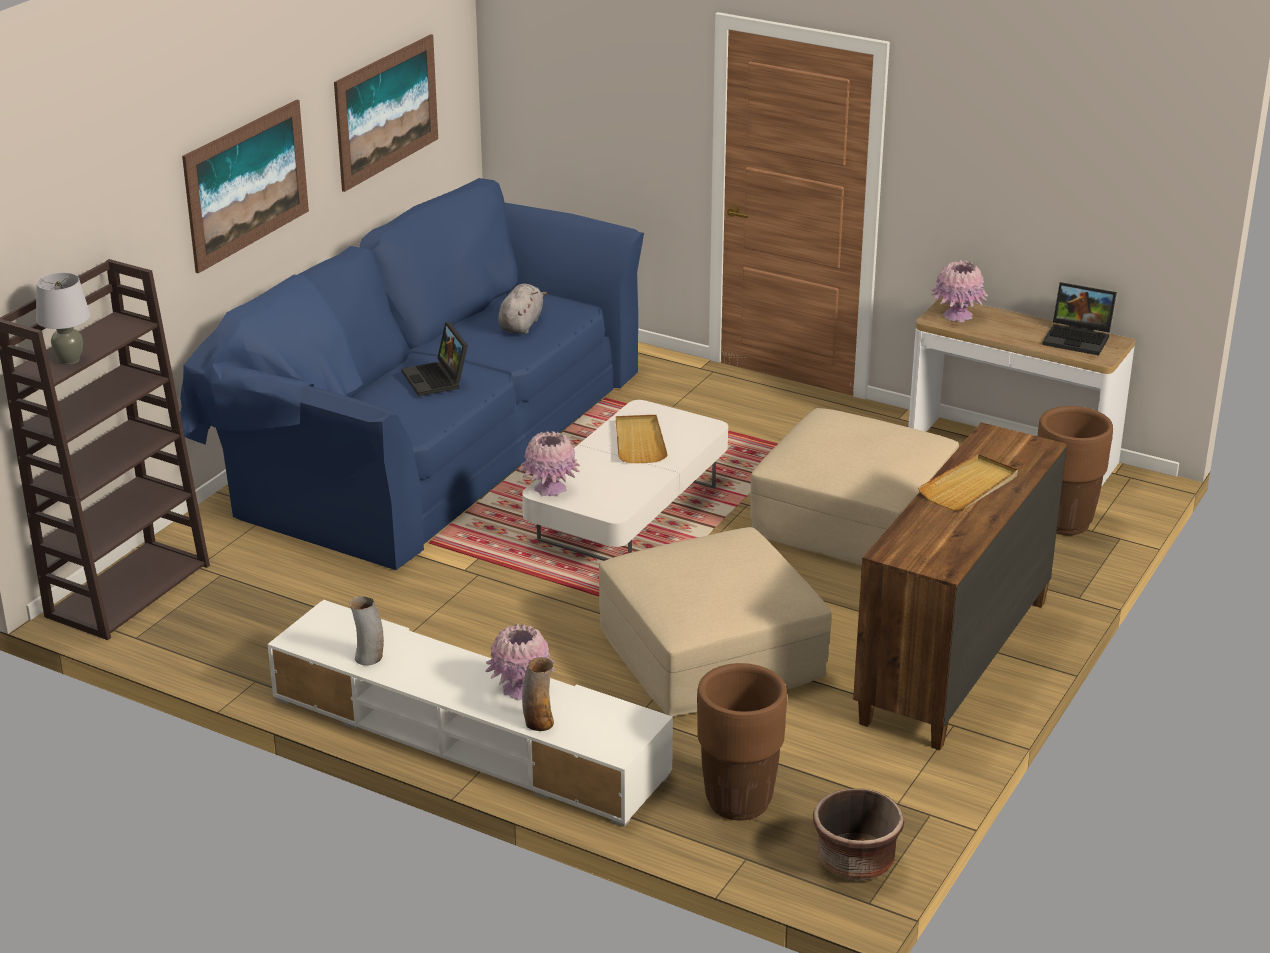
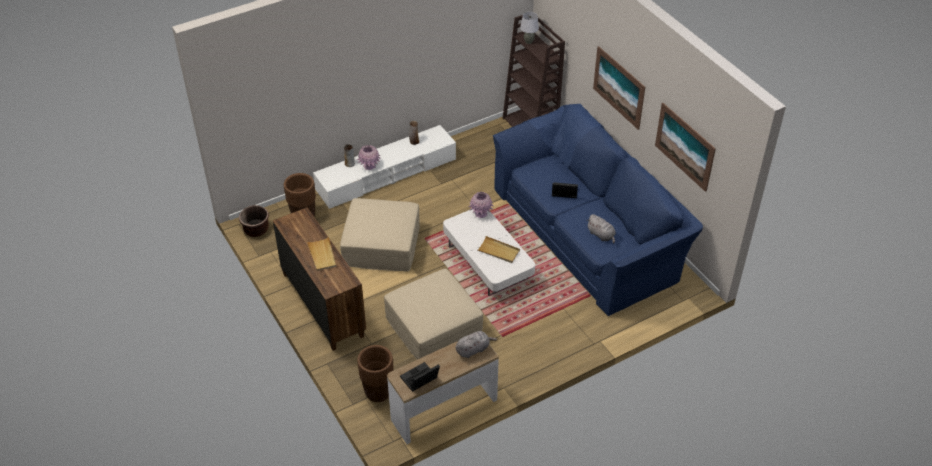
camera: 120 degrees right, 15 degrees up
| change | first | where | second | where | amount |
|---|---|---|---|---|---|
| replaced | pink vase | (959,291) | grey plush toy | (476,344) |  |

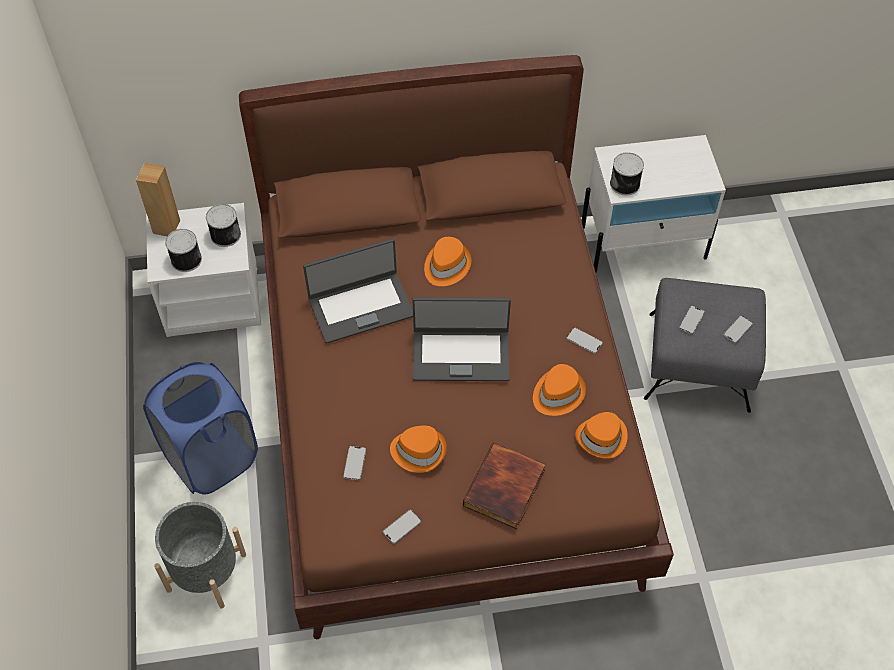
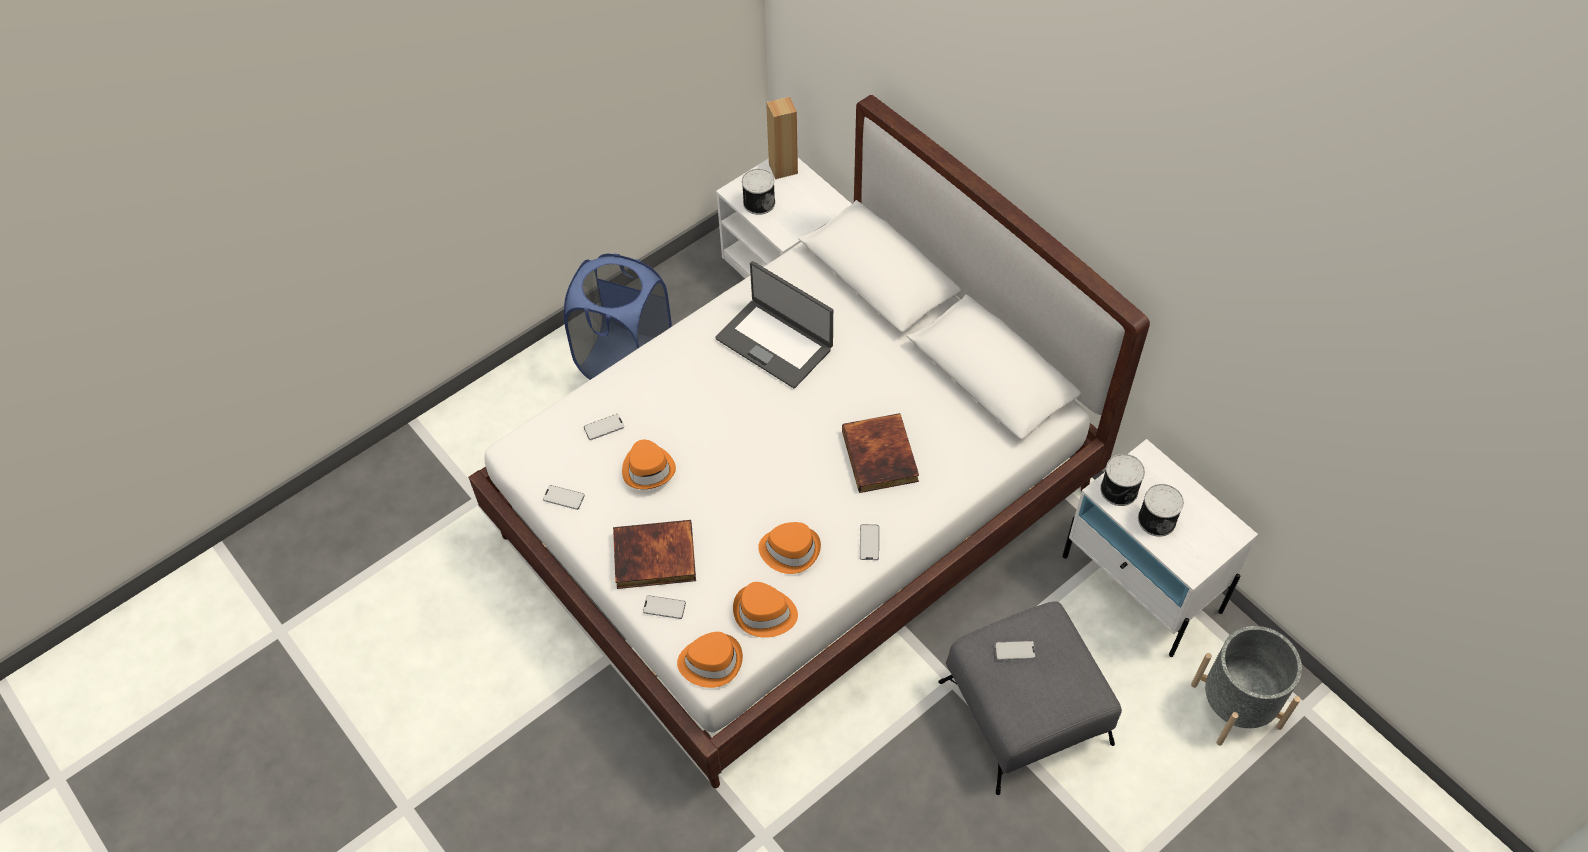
camera: 60 degrees right, 0 degrees up
| change | first | where | second | where | amount |
|---|---|---|---|---|---|
| removed | laptop | (462,339) |  |  |  |
| added |  |  | book | (880,453) |  |
| moved | grey planter | (200,555) |  | (1246,685) |  |
| moved | can | (223,225) |  | (1161,510) |  |
| moved | orange hat | (448,261) |  | (710,660) |  |
| moved | phone | (738,329) |  | (664,607) |  |
| recoloured | brown bed | (456,347) | white bed | (809,441) |  |

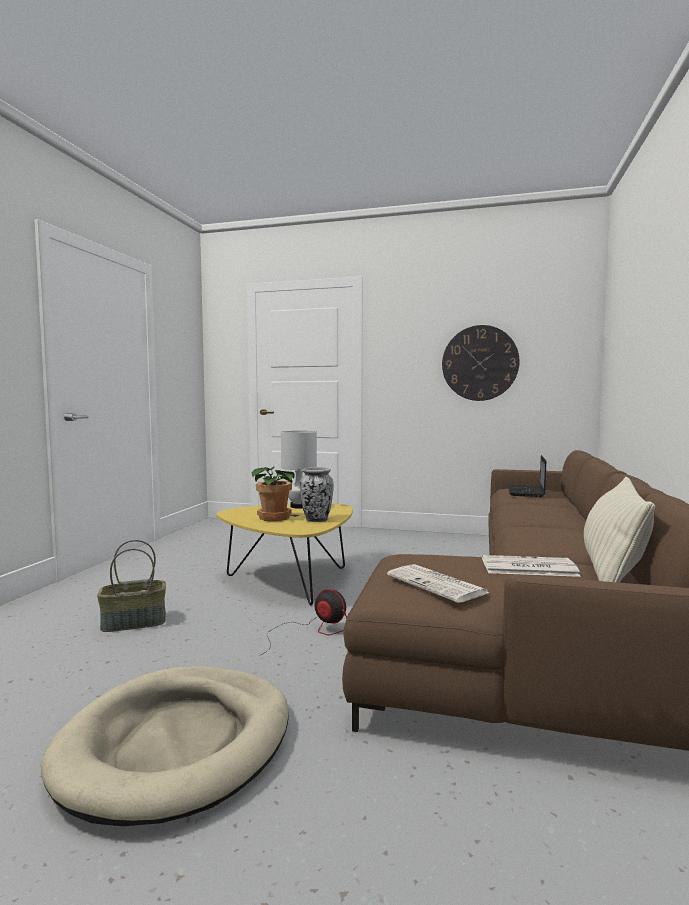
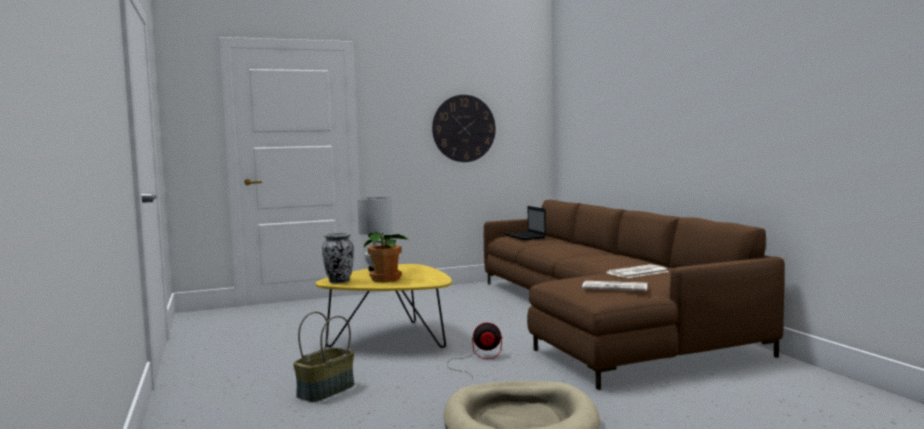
camera: 35 degrees left, 0 degrees up
| change | first | where | second | where | amount |
|---|---|---|---|---|---|
| removed | beige pillow | (619,530) |  |  |  |
| moved | vase | (317,494) |  | (338,257) |  |

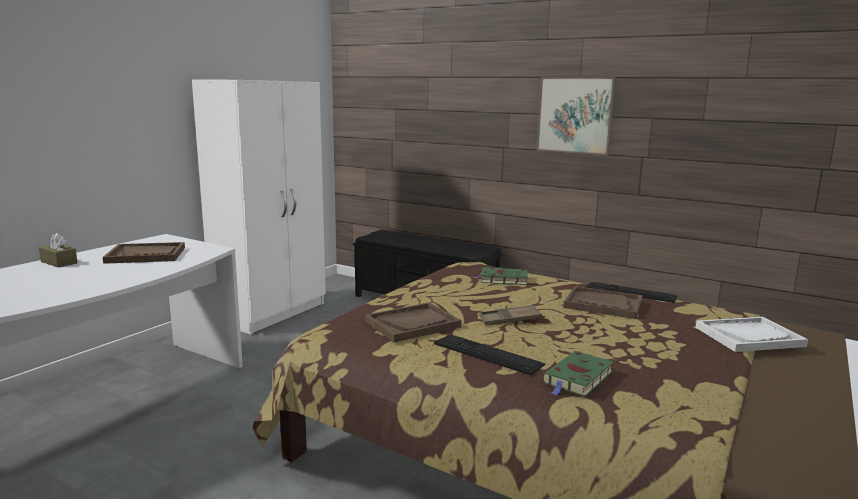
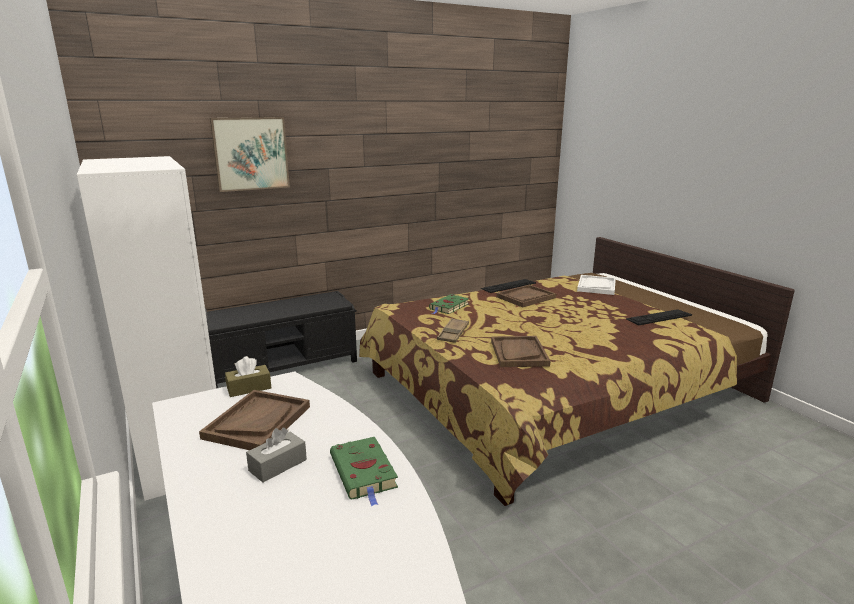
camera: 60 degrees left, 5 degrees up
| change | first | where | second | where | amount |
|---|---|---|---|---|---|
| added |  |  | grey tissue box | (276,454) |  |
| moved | brown tissue box | (58,250) |  | (248,376) |  |
| moved | keyboard | (490,355) |  | (659,317) |  |
| moved | brown tray | (510,315) |  | (453,330) |  |
| moved | picture | (577,116) |  | (250,154) |  |
| moved | green book | (578,374) |  | (364,471) |  |

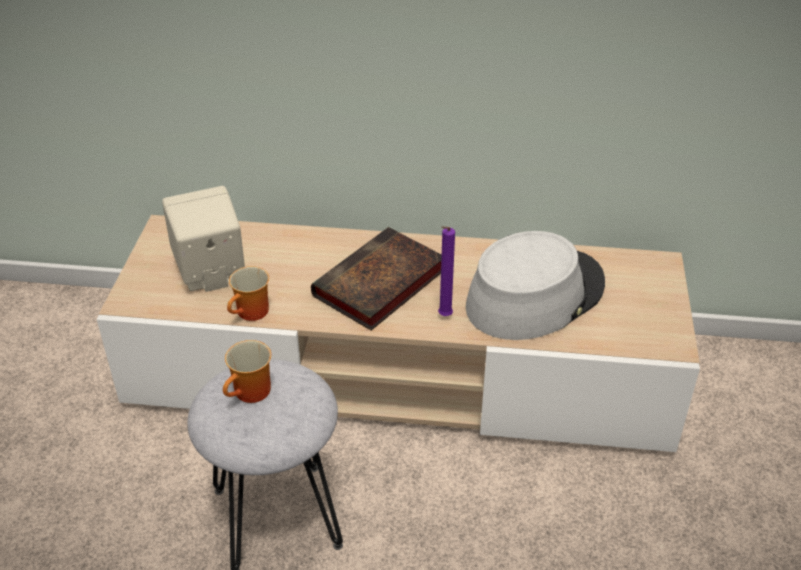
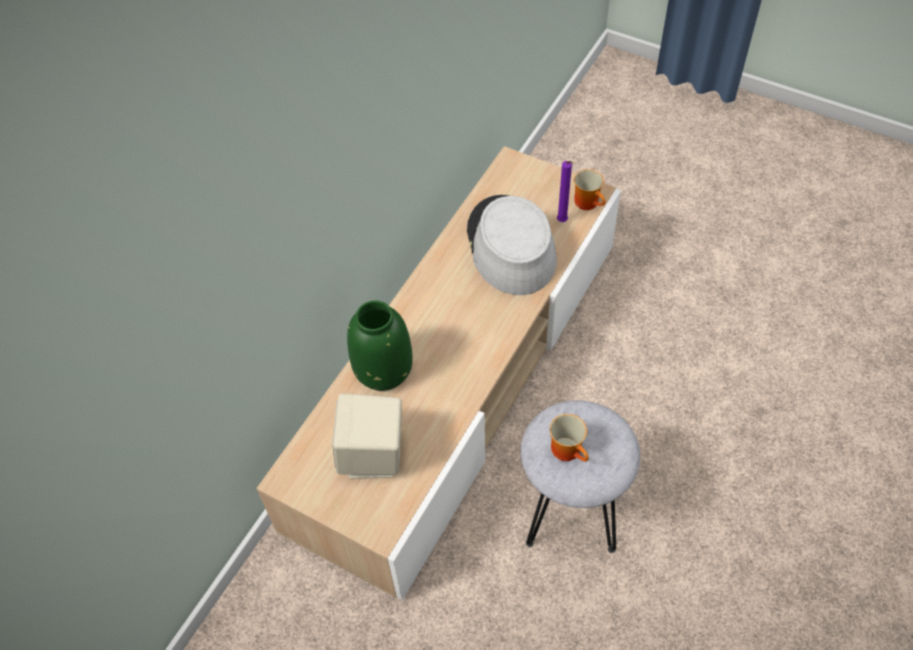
camera: 65 degrees left, 15 degrees up
| change | first | where | second | where | amount |
|---|---|---|---|---|---|
| removed | book | (376,278) |  |  |  |
| added |  |  | green vase | (380,346) |  |
| moved | mug | (248,293) |  | (590,189) |  |
| moved | purple candle | (446,271) |  | (565,191) |  |

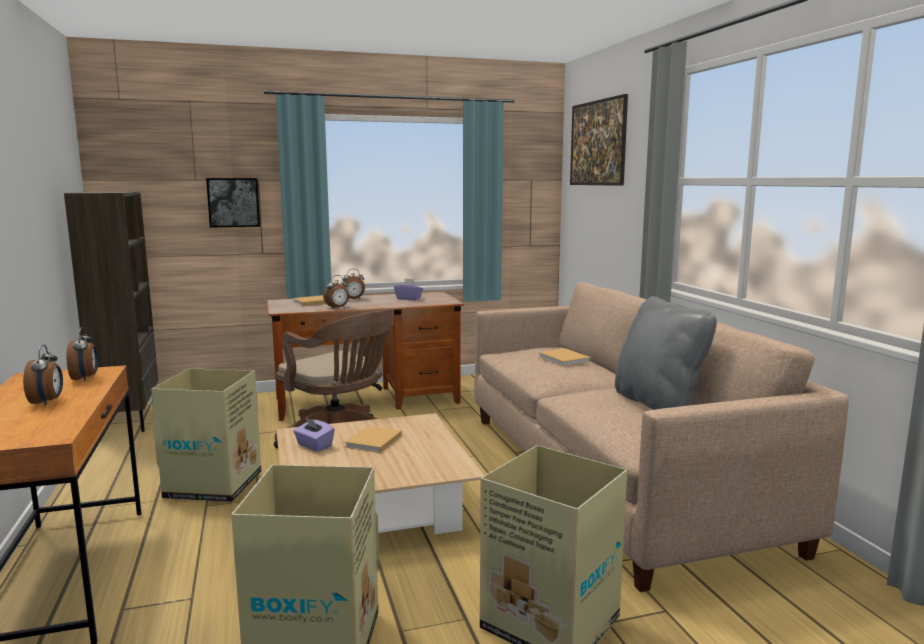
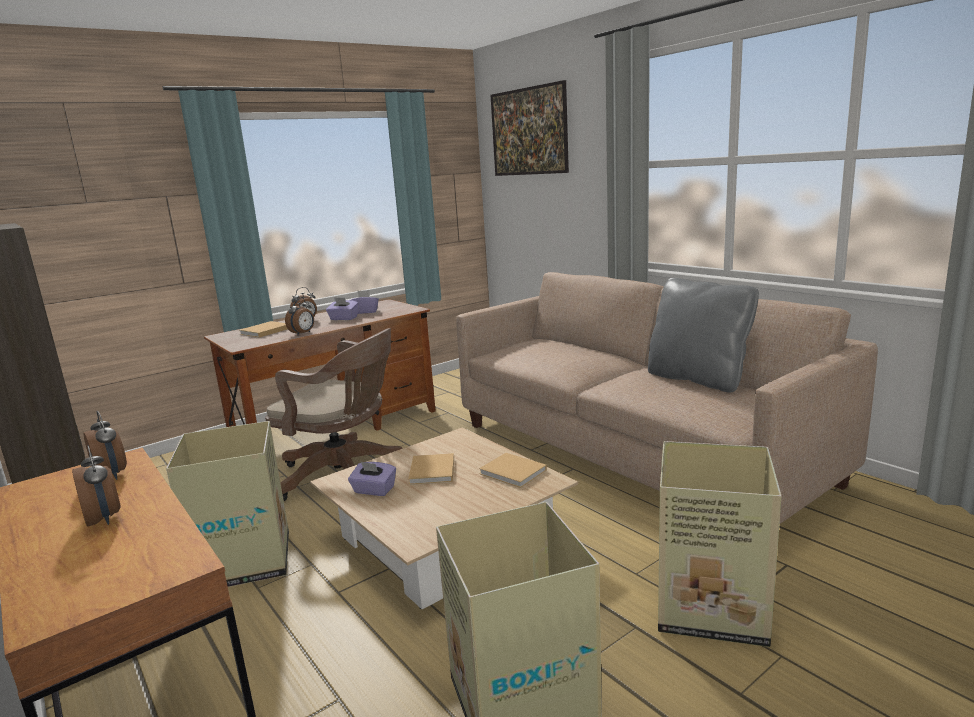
camera: 20 degrees left, 5 degrees up
| change | first | where | second | where | amount |
|---|---|---|---|---|---|
| removed | picture | (233,203) |  |  |  |
| added |  |  | purple tissue box | (342,308) |  |
| moved | beige book | (565,357) |  | (513,470) |  |

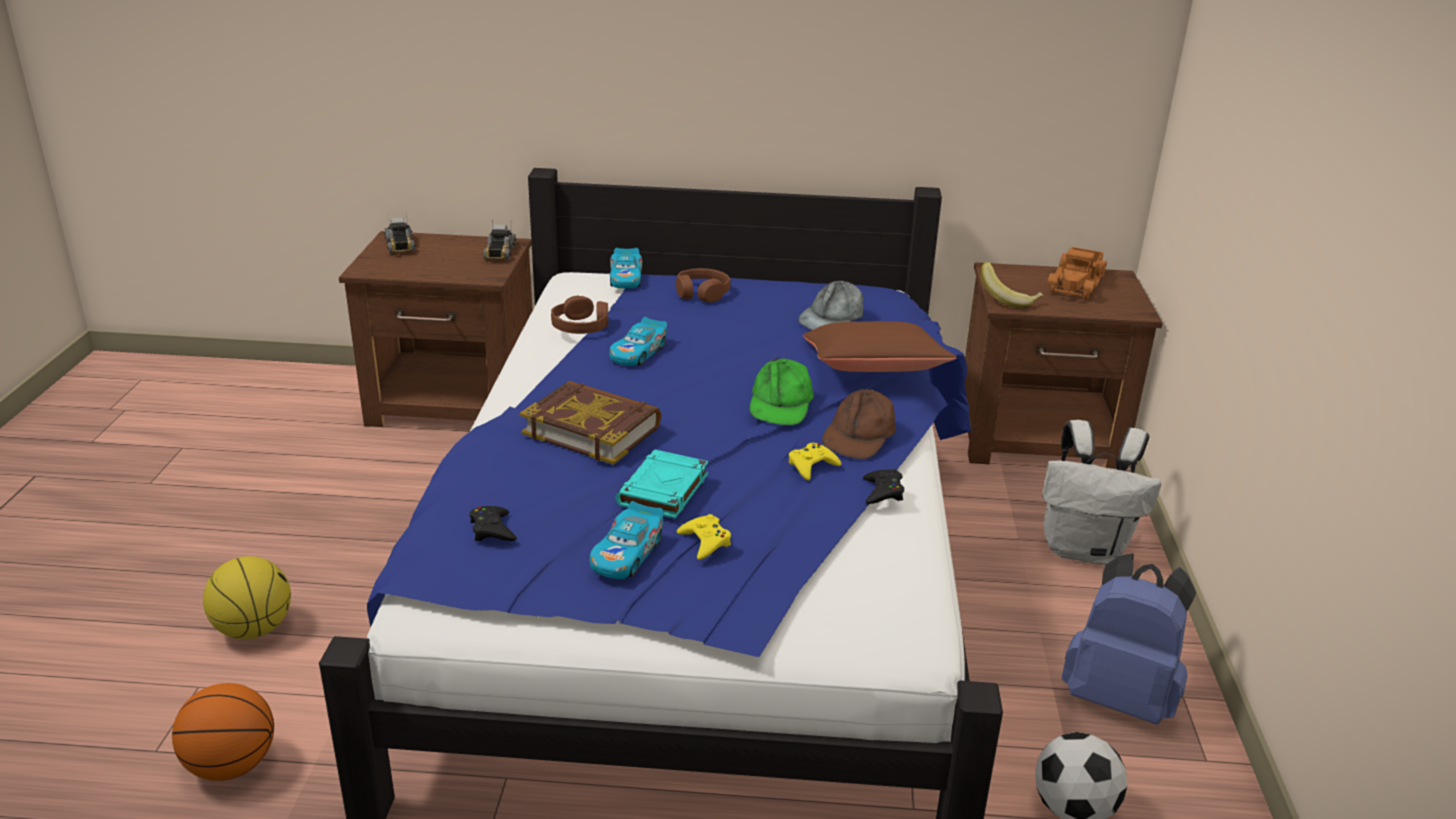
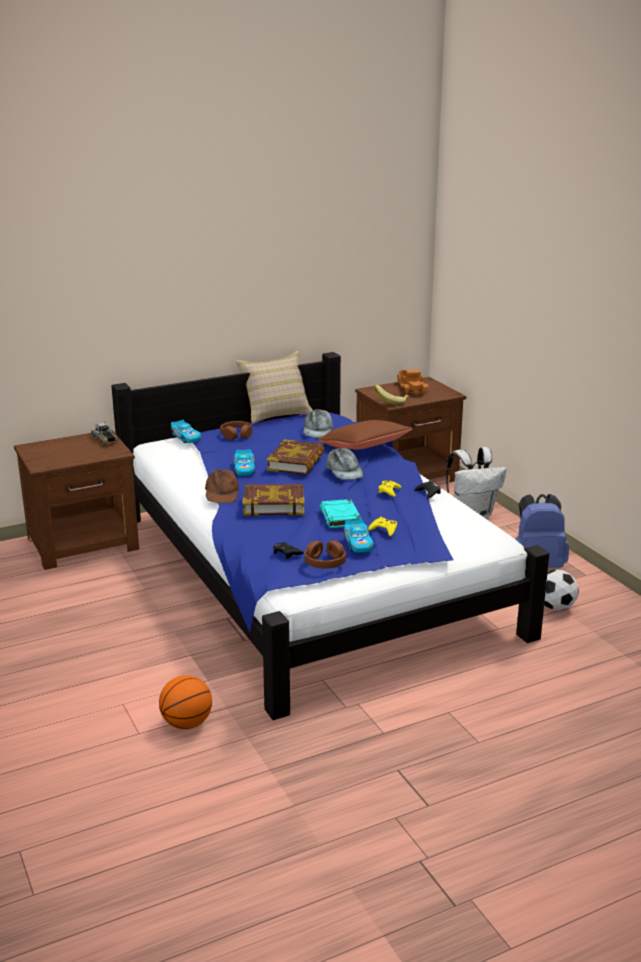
camera: 30 degrees left, 5 degrees down
| change | first | where | second | where | amount |
|---|---|---|---|---|---|
| removed | basketball | (247,597) |  |  |  |
| removed | toy truck | (399,233) |  |  |  |
| added |  |  | beige pillow | (274,387) |  |
| added |  |  | book | (295,457) |  |
| moved | brown headphones | (579,315) |  | (325,555) |  |
| moved | brown cap | (859,423) |  | (222,486) |  |
| recoloured | green cap | (782,391) | grey cap | (344,464) |  |

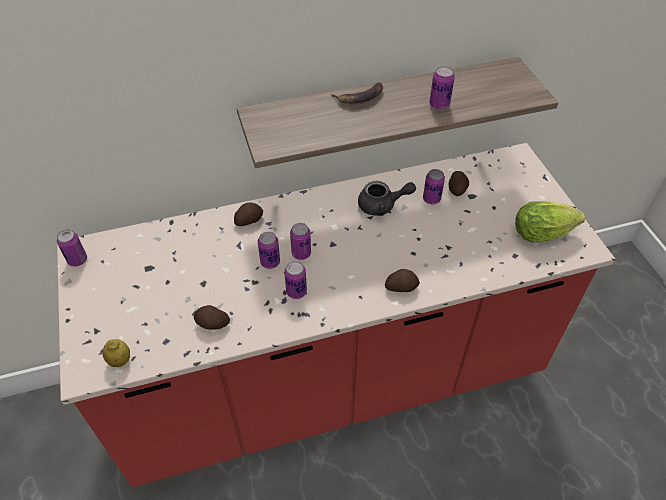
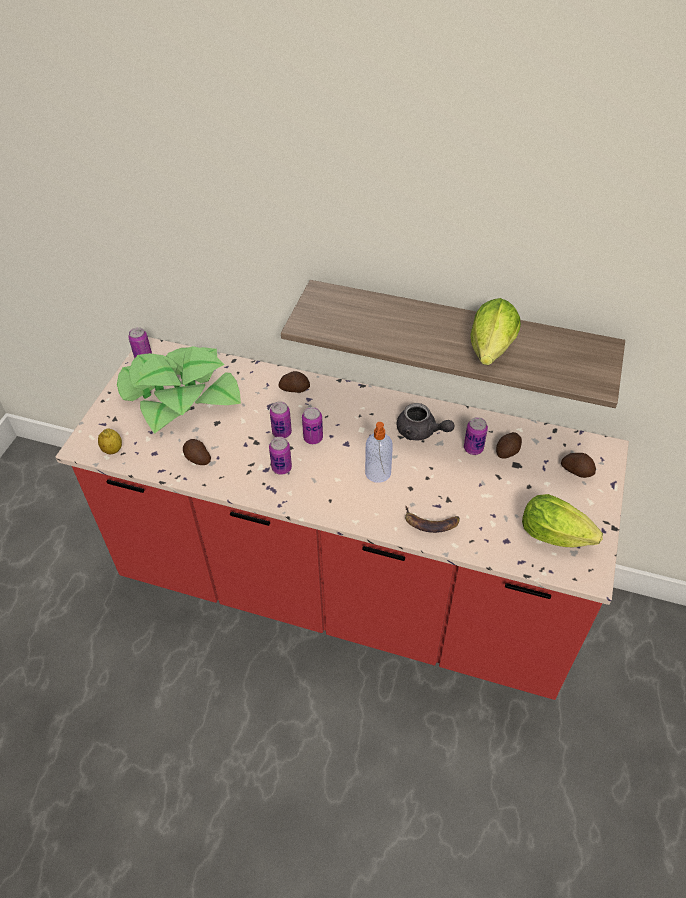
camera: 35 degrees right, 0 degrees up
| change | first | where | second | where | amount |
|---|---|---|---|---|---|
| added |  |  | potted plant | (179,390) |  |
| added |  |  | soap dispenser | (379,452) |  |
| moved | banana | (357,93) |  | (432,519) |  |
| moved | potato | (402,280) |  | (578,465) |  |
| replaced | can | (442,88) | lettuce | (496,331) |  |

